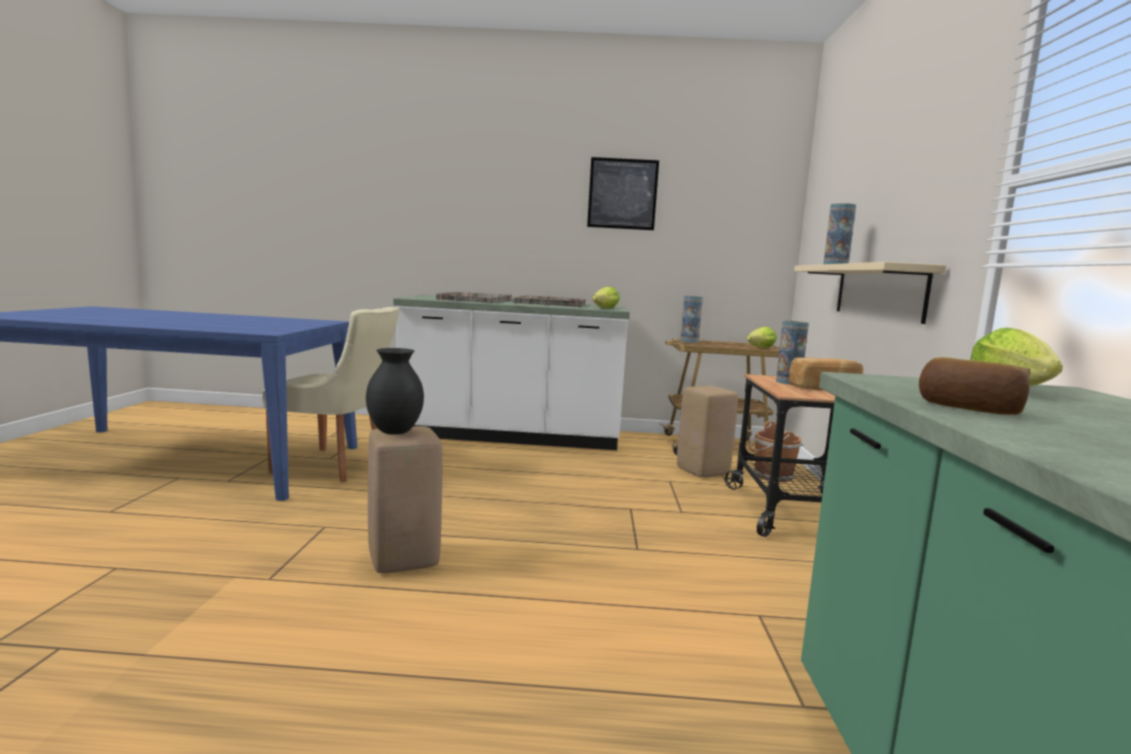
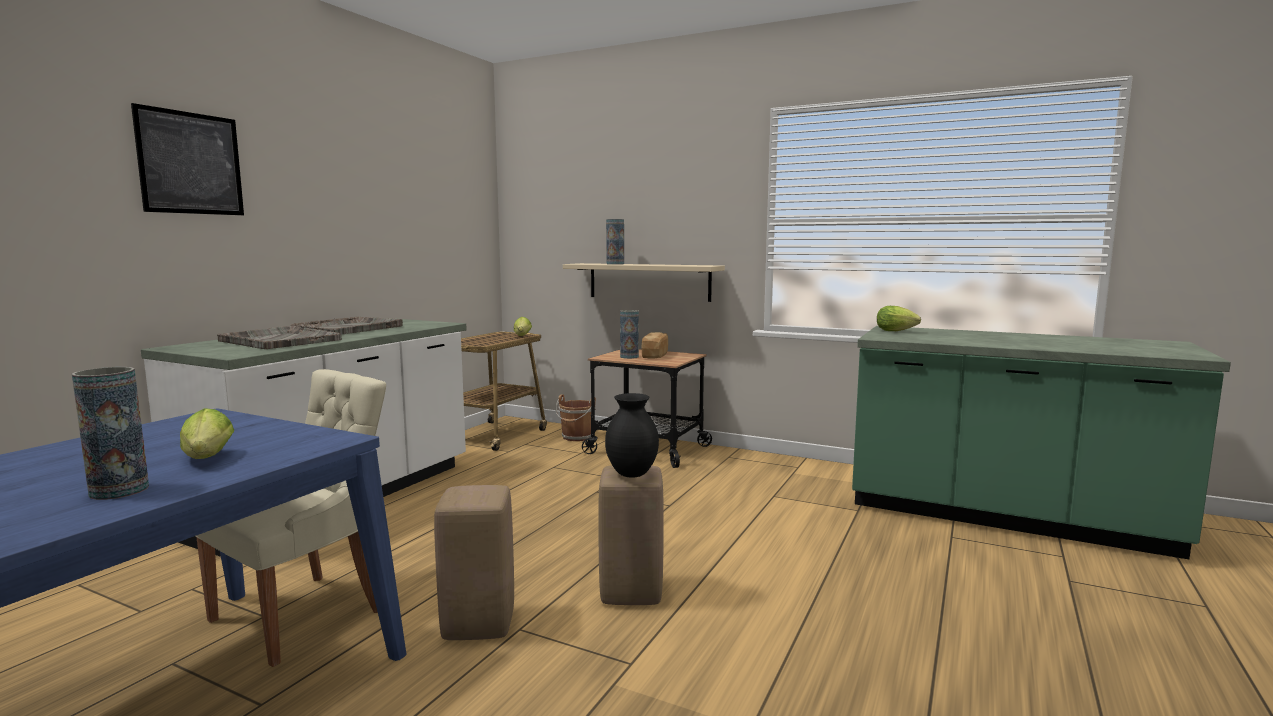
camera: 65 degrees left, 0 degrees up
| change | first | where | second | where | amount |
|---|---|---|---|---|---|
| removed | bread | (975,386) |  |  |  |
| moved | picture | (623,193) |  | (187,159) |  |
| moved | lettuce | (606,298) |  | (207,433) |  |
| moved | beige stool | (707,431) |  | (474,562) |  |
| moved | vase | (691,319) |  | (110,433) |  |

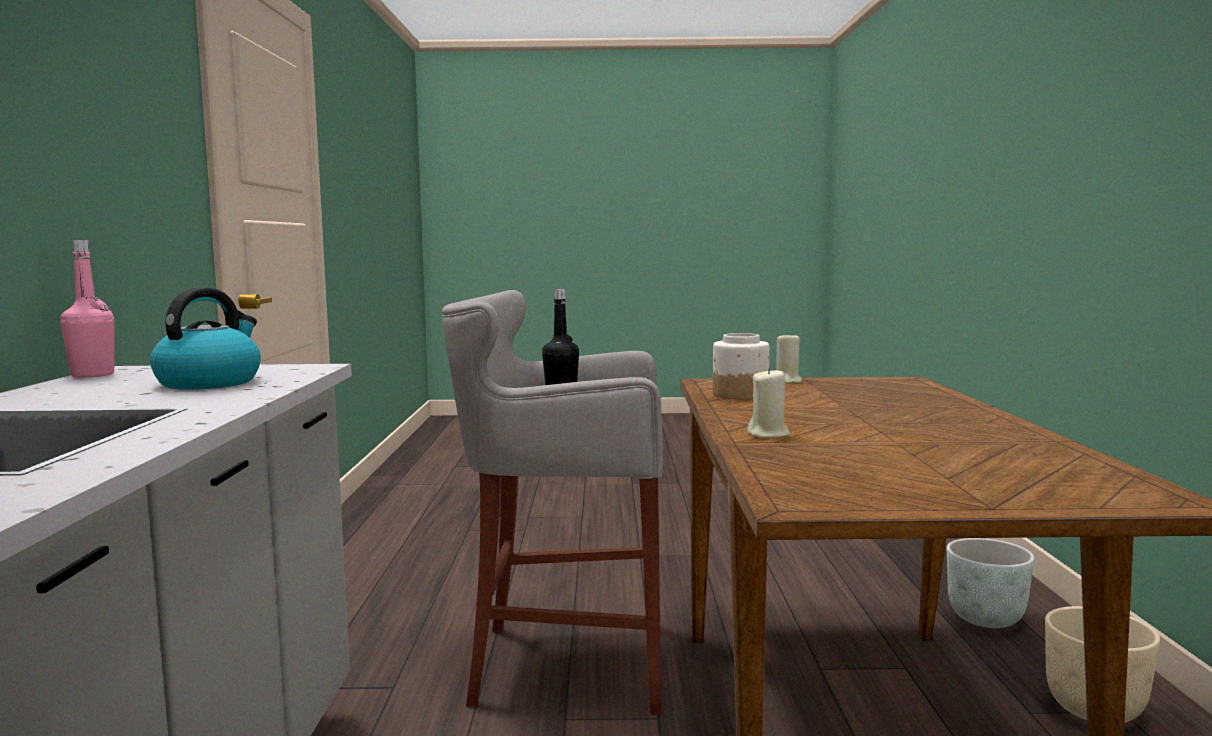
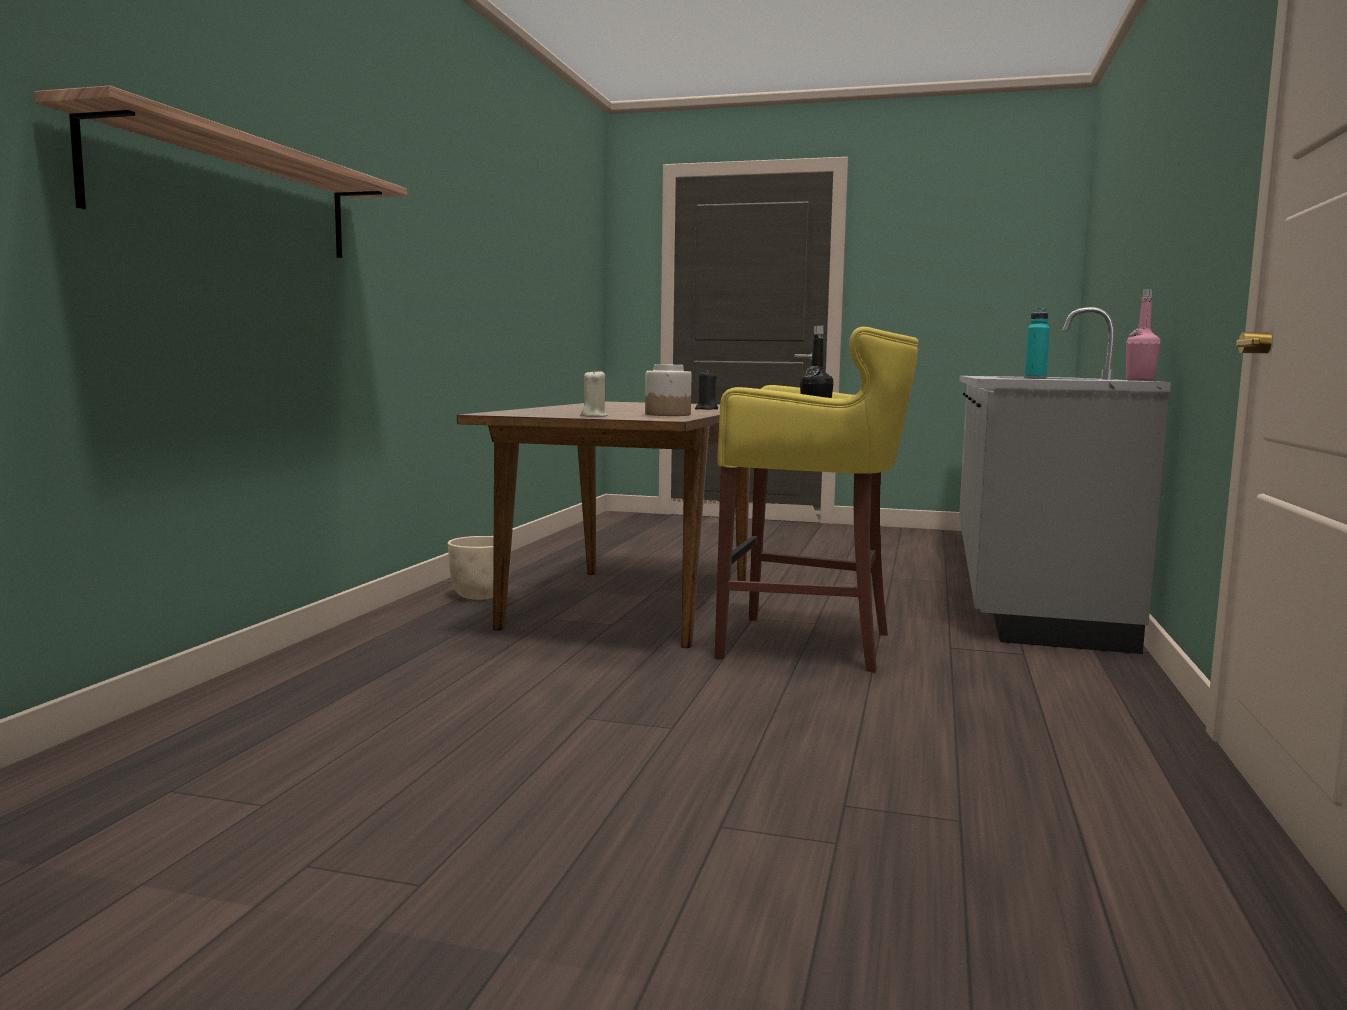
camera: 165 degrees left, 0 degrees up
| change | first | where | second | where | amount |
|---|---|---|---|---|---|
| removed | grey planter | (991,583) |  |  |  |
| added |  |  | shelf | (220,171) |  |
| replaced | kettle | (205,338) | turquoise bottle | (1037,343) |  |
| recoloured | grey stool | (552,502) | yellow stool | (817,500) |  |
| recoloured | beige candle | (768,402) | black candle | (706,390) |  |

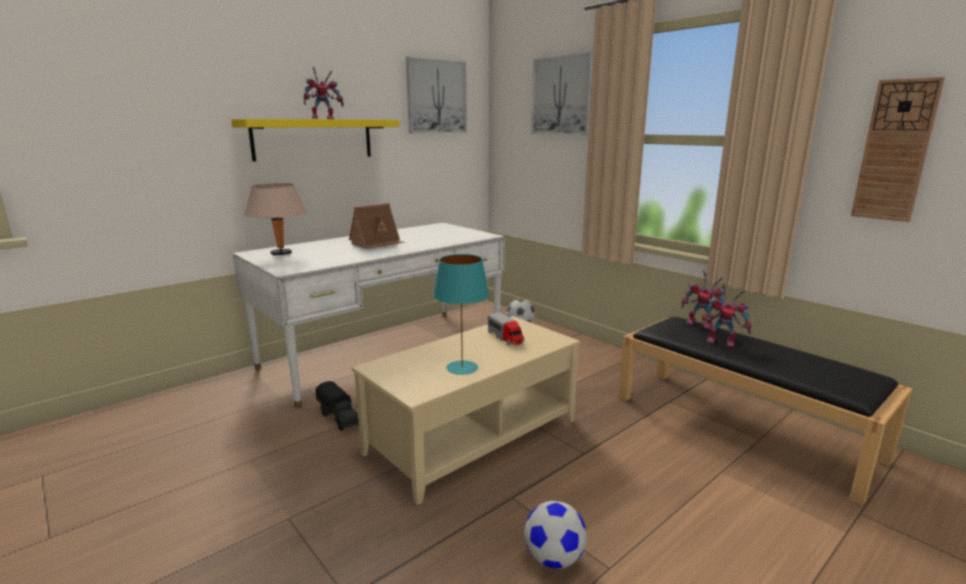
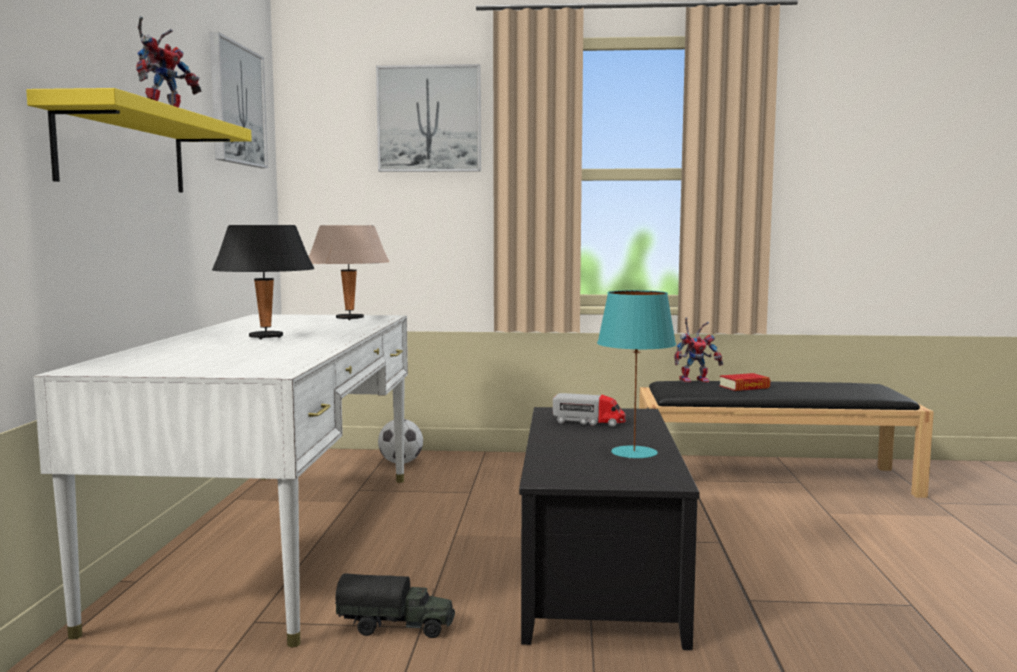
camera: 45 degrees left, 10 degrees down
| change | first | where | second | where | amount |
|---|---|---|---|---|---|
| removed | football | (555,535) |  |  |  |
| removed | wall clock | (898,149) |  |  |  |
| moved | beige table lamp | (276,219) |  | (349,272) |  |
| replaced | toy house | (377,226) | black table lamp | (263,282) |  |
| replaced | toy robot | (726,315) | book | (744,382) |  |
| recoloured | beige coffee table | (465,410) | black coffee table | (609,528) |  |

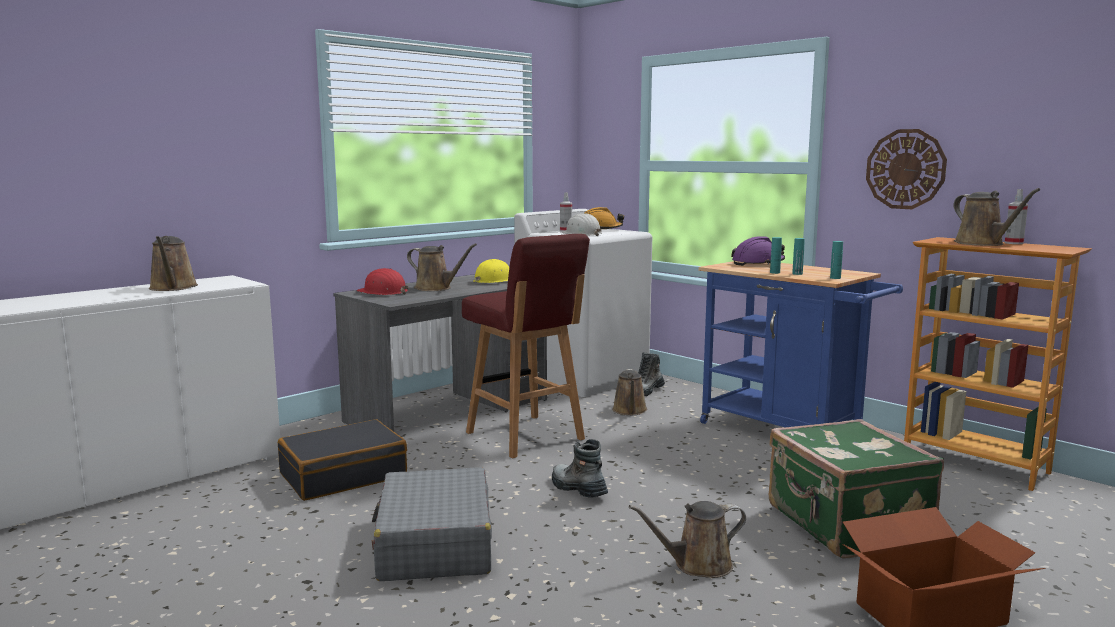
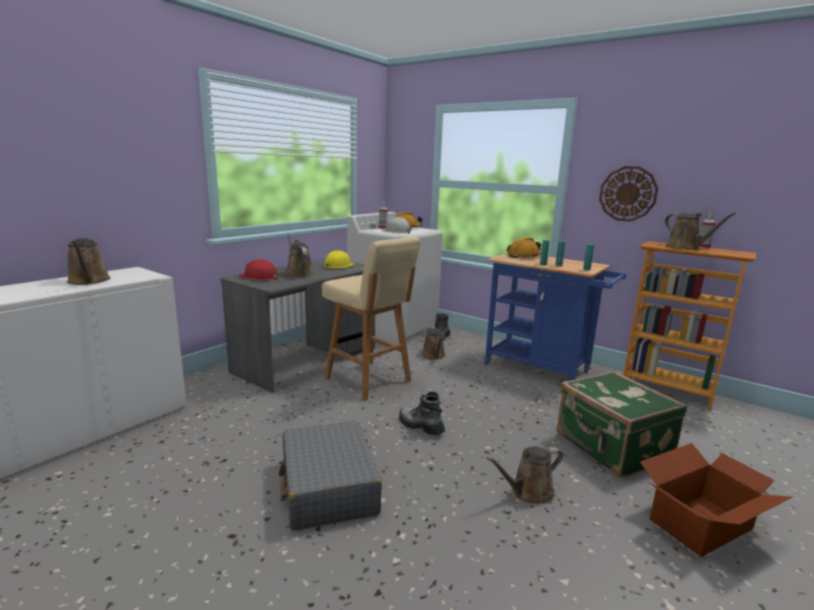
camera: 10 degrees left, 5 degrees up
| change | first | where | second | where | amount |
|---|---|---|---|---|---|
| removed | black suitcase | (342,460) |  |  |  |
| recoloured | red stool | (526,346) | beige stool | (371,319) |  |
| recoloured | purple hard hat | (758,251) | orange hard hat | (524,247) |  |
| turned | brown watering can | (442,267) |  | (299,255) | 135 degrees counterclockwise |

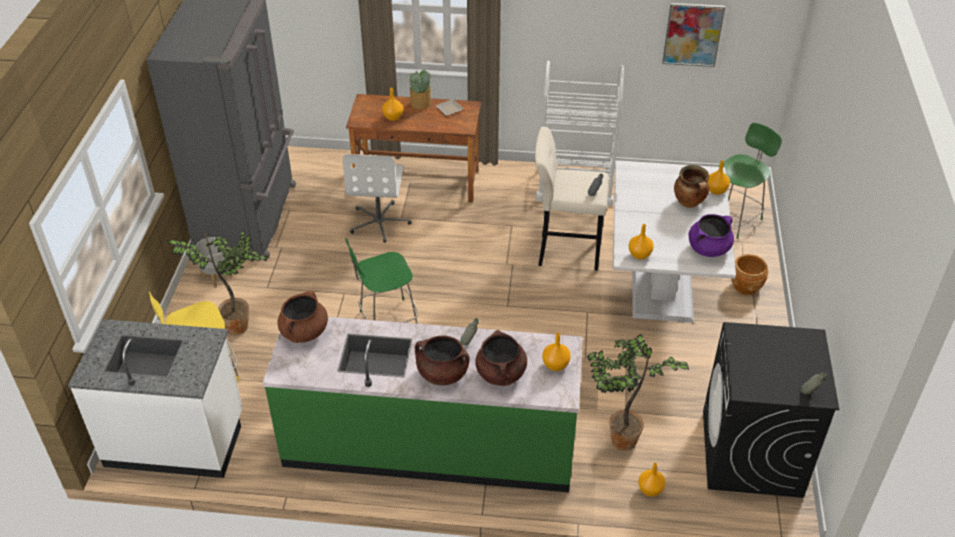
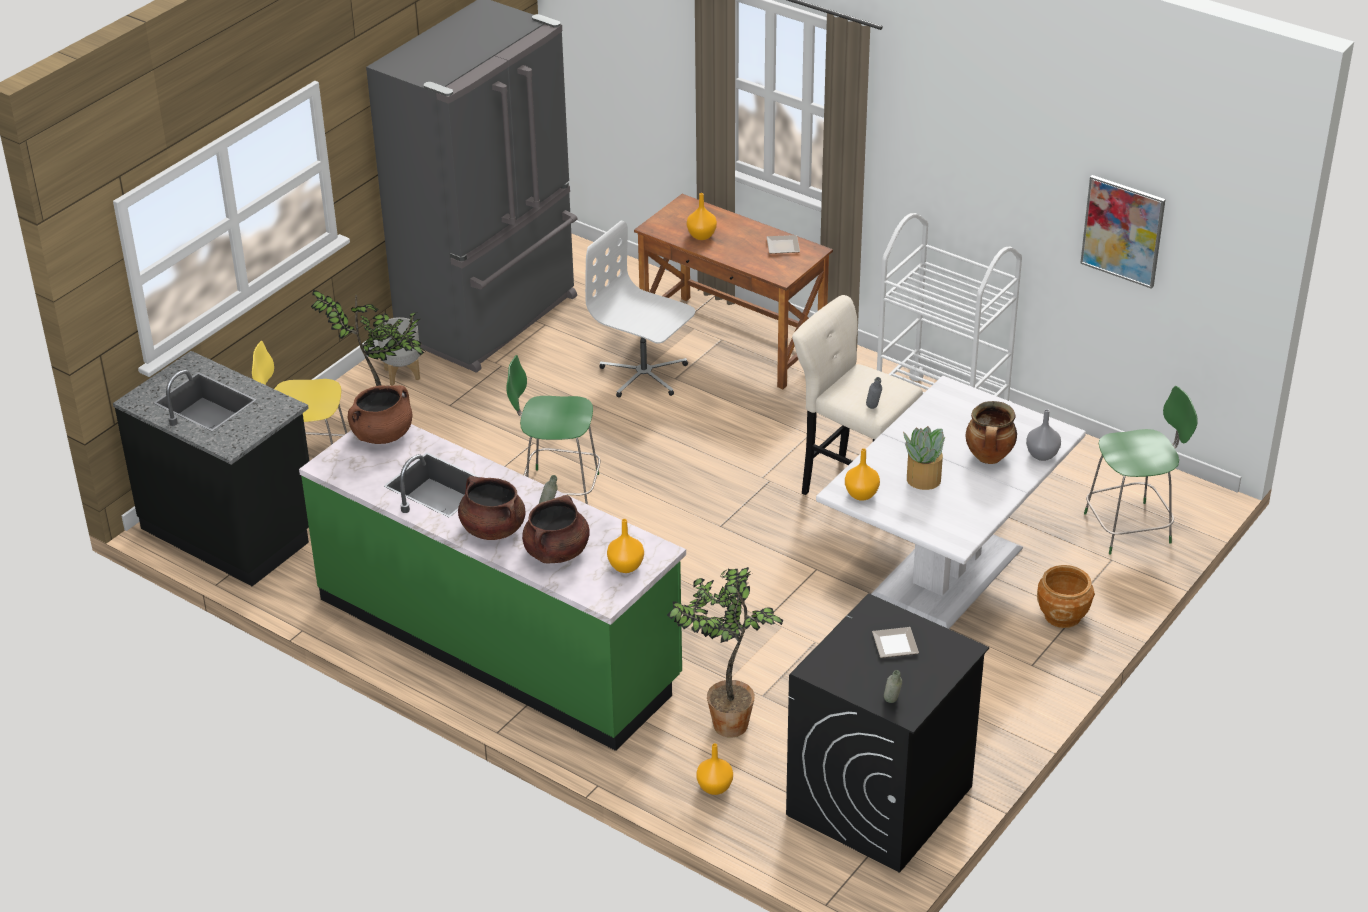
camera: 30 degrees right, 5 degrees down
| change | first | where | second | where | amount |
|---|---|---|---|---|---|
| removed | purple cooking pot | (711,235) |  |  |  |
| added |  |  | plate | (895,642) |  |
| moved | potted plant | (418,89) |  | (924,458) |  |
| recoloured | white counter | (155,398) | black counter | (211,468) |  |
| recoloured | orange vase | (719,177) | grey vase | (1043,435) |  |
| turned | white office chair | (377,198) |  | (640,309) | 90 degrees clockwise |

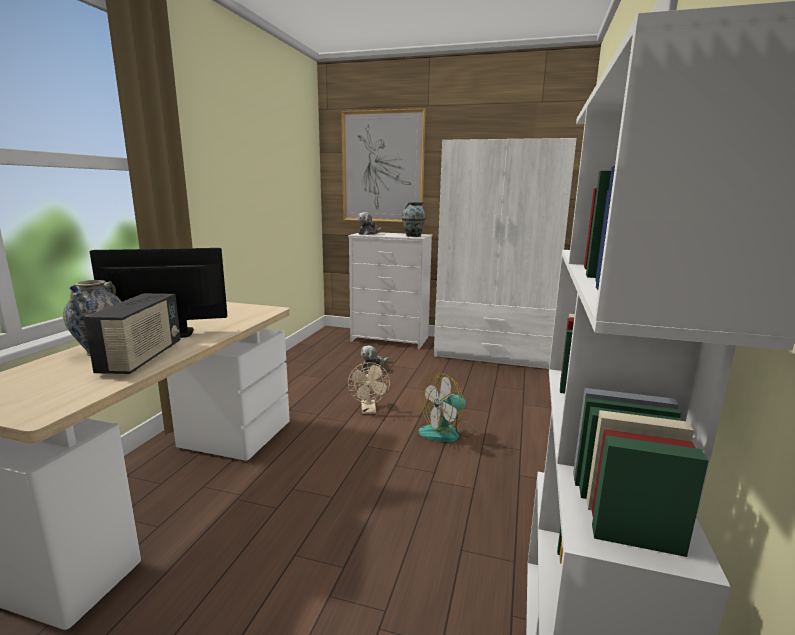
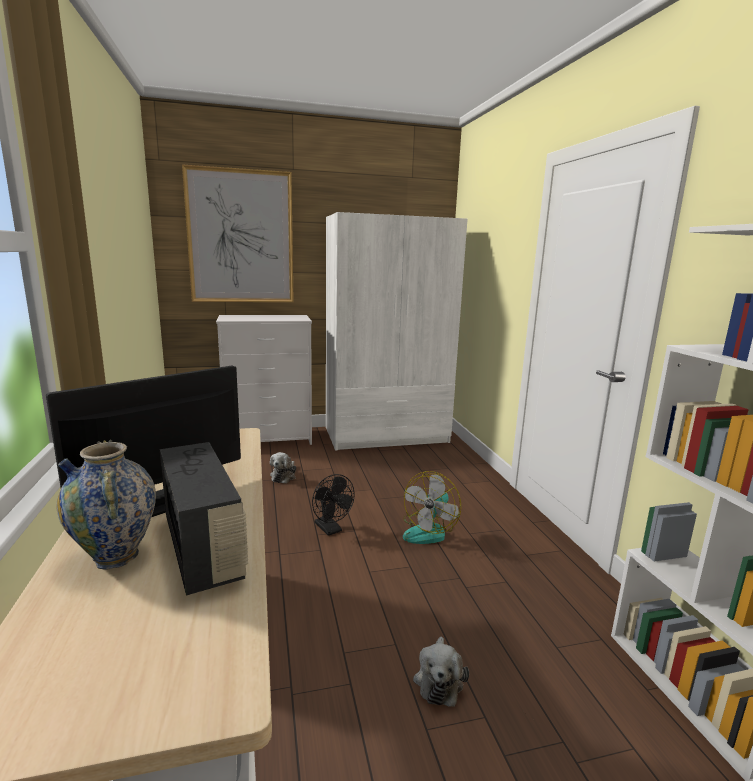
camera: 30 degrees left, 0 degrees up
| change | first | where | second | where | amount |
|---|---|---|---|---|---|
| removed | vase | (414,219) |  |  |  |
| moved | plush toy | (369,223) |  | (441,671) |  |
| recoloured | beige fan | (369,388) | black fan | (333,505) |  |

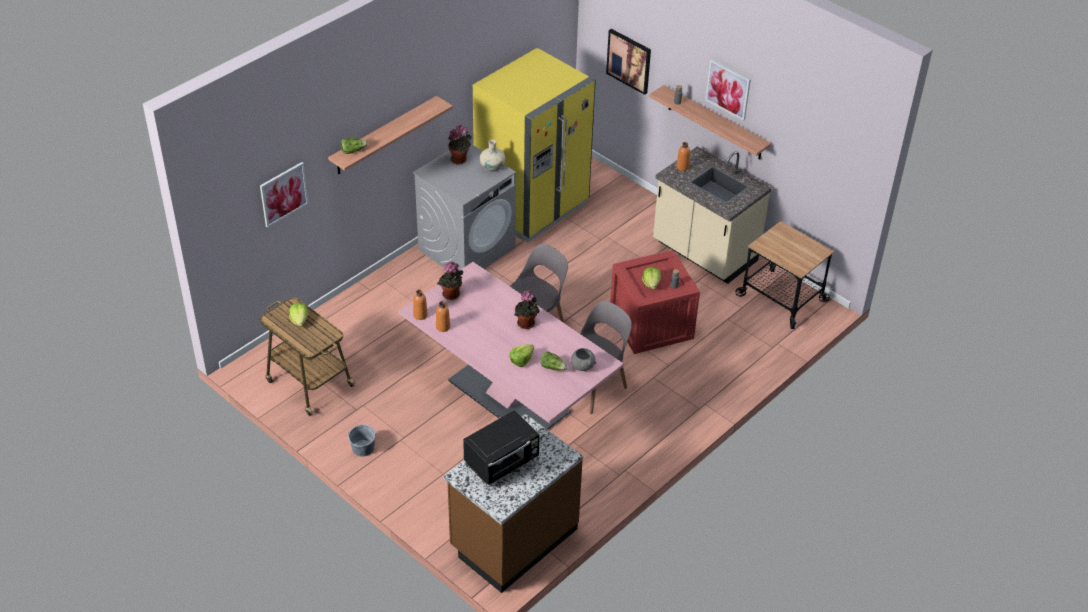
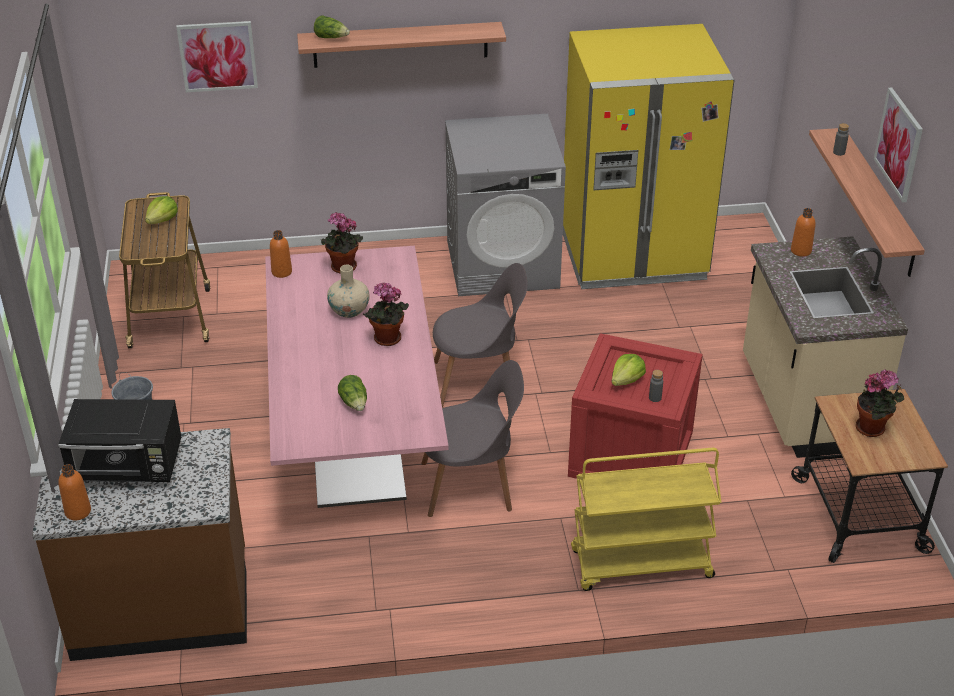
camera: 40 degrees right, 5 degrees down
| change | first | where | second | where | amount |
|---|---|---|---|---|---|
| removed | lettuce | (521,355) |  |  |  |
| removed | grey bowl | (583,359) |  |  |  |
| removed | picture | (628,62) |  |  |  |
| added |  |  | yellow cart | (646,519) |  |
| moved | orange bottle | (443,316) |  | (74,492) |  |
| moved | potted plant | (460,144) |  | (880,403) |  |
| moved | beige vase | (492,156) |  | (348,291) |  |

